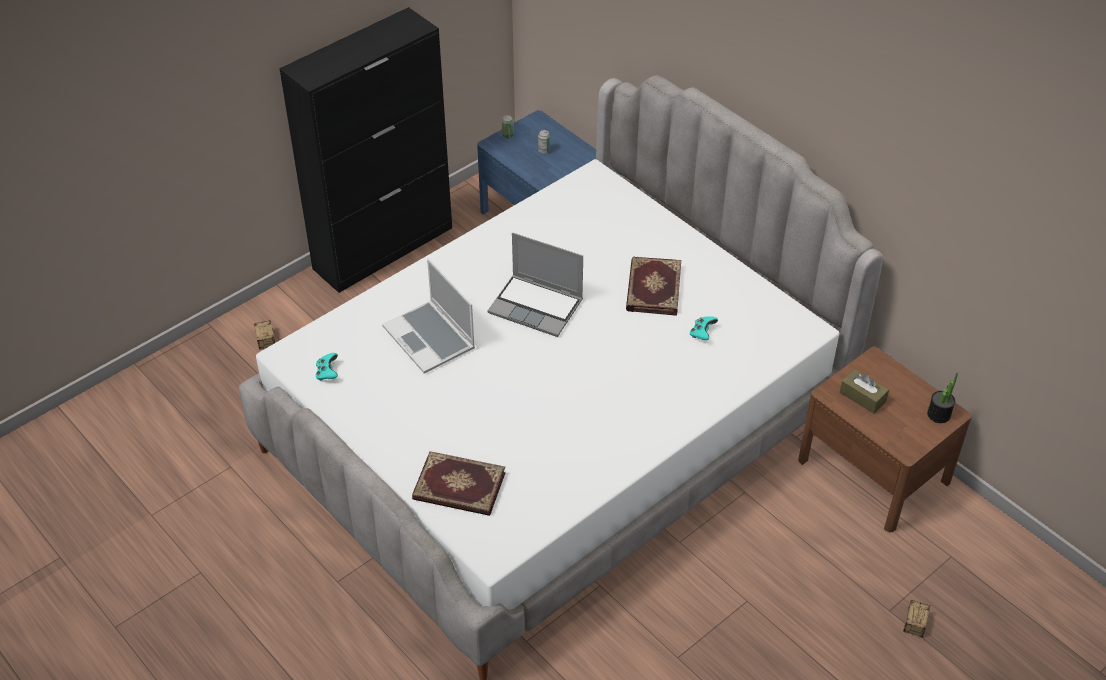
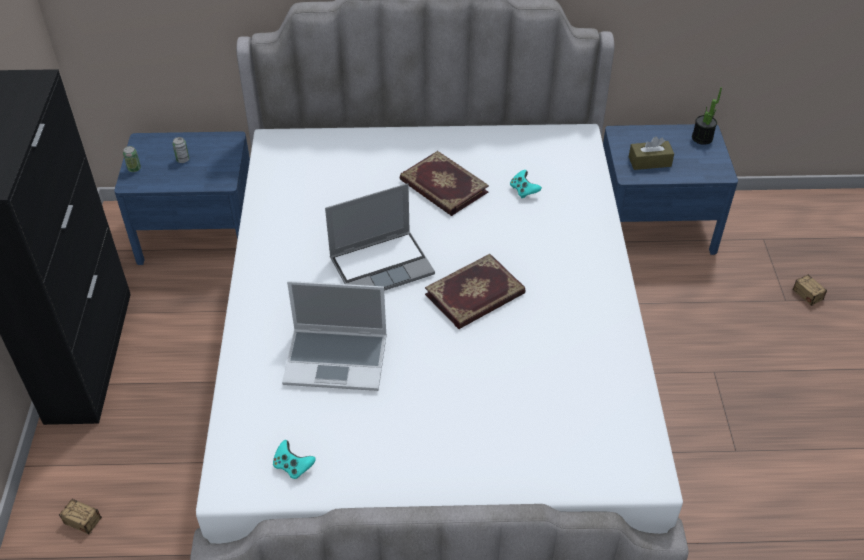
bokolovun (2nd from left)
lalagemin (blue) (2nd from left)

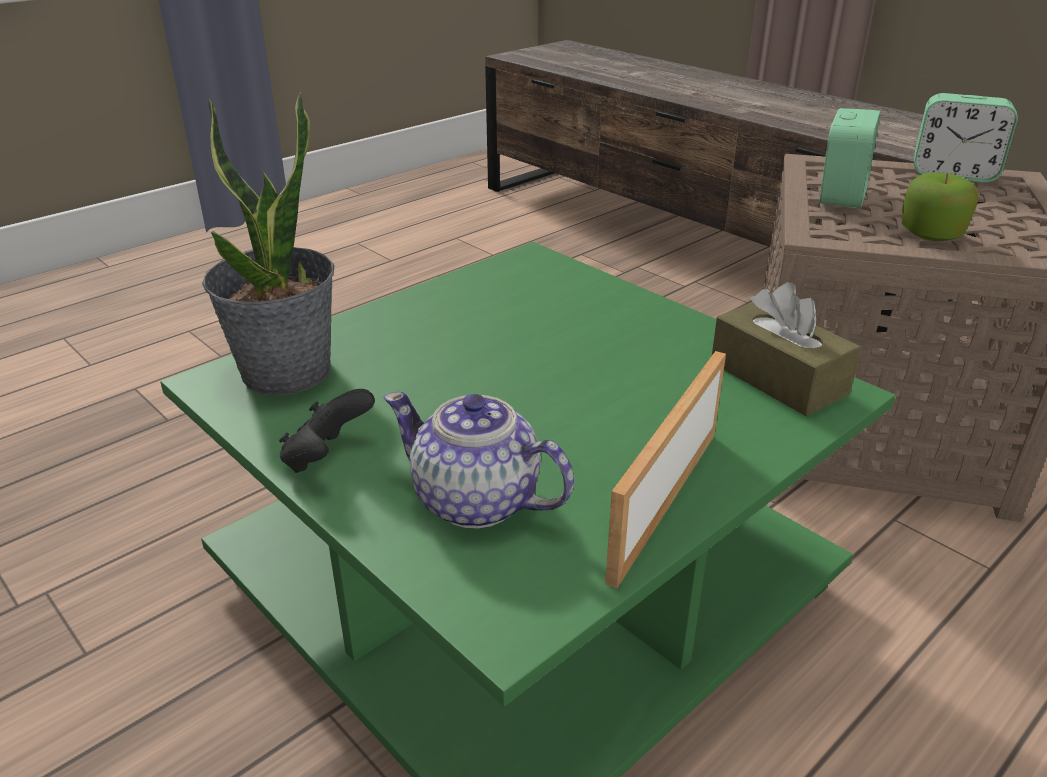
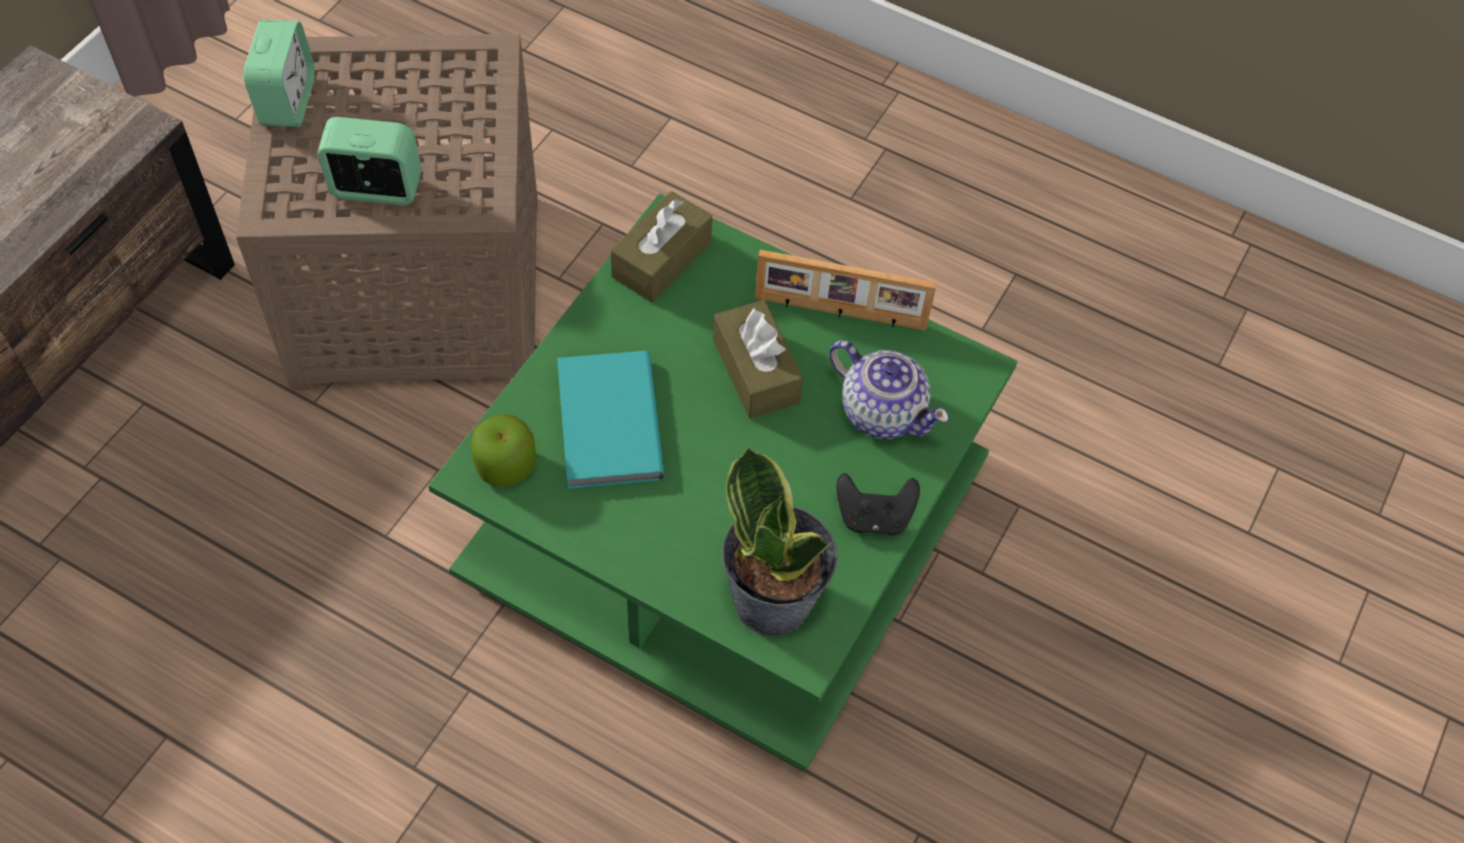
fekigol
bokolovun (turquoise)
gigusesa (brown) (2nd from left)
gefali

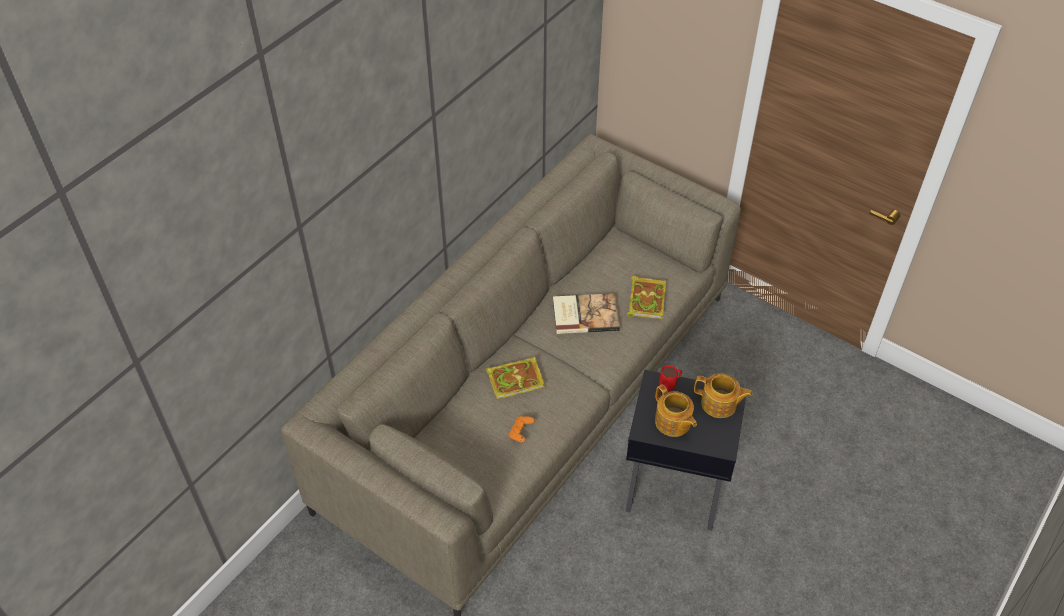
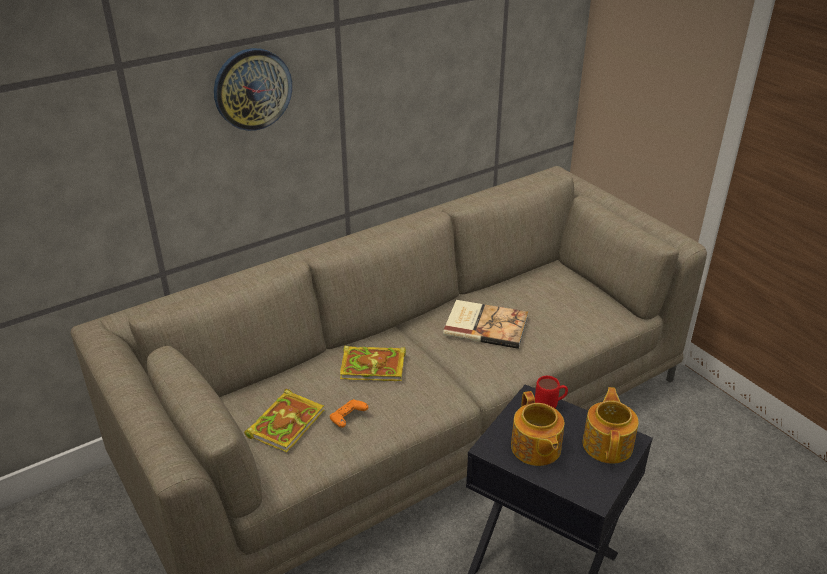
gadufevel
bokolovun (1st from left)
gefali (2nd from left)

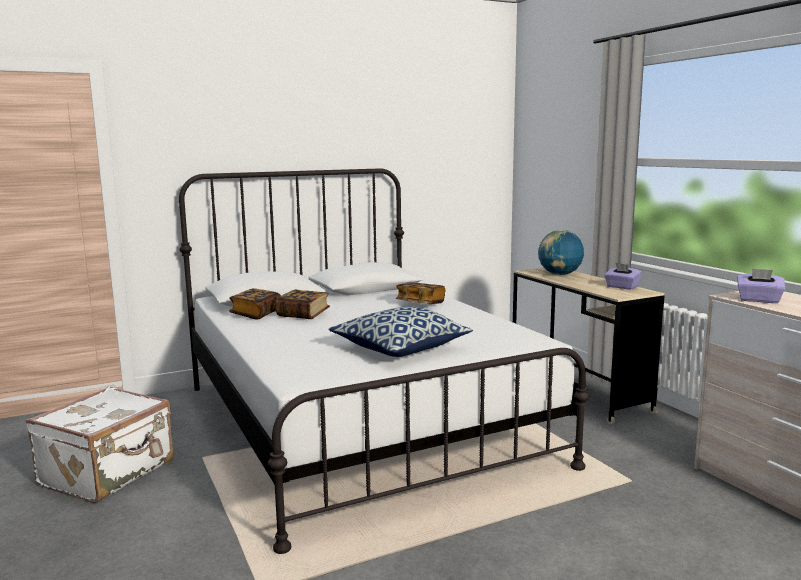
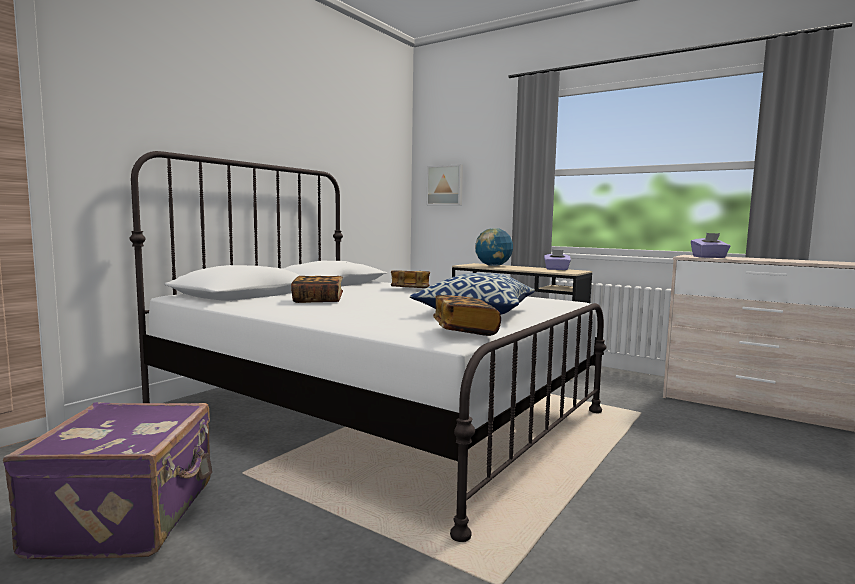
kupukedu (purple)
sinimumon
bokolovun (3rd from left)

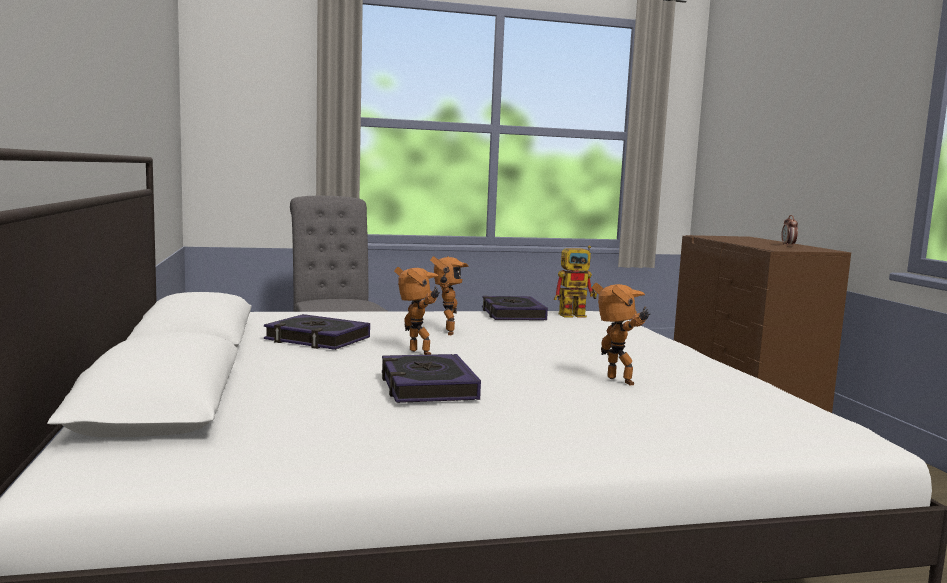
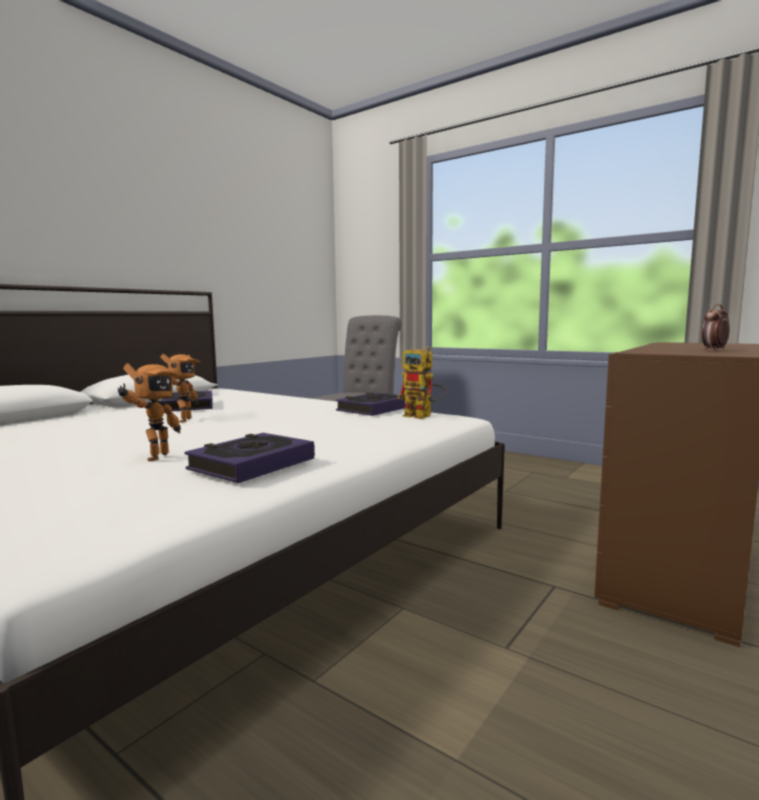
bokolovun (2nd from left)
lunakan (2nd from left in the first image)

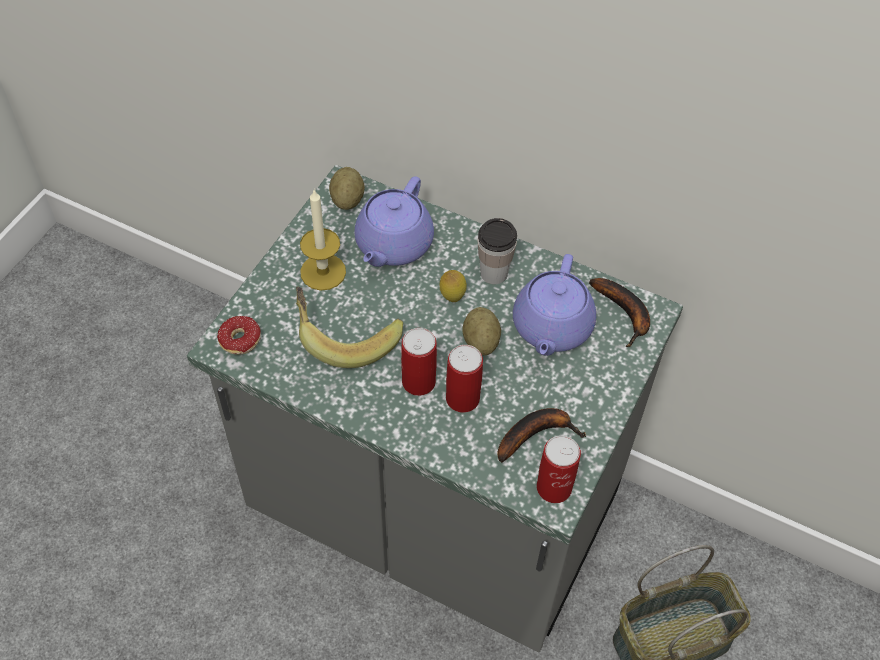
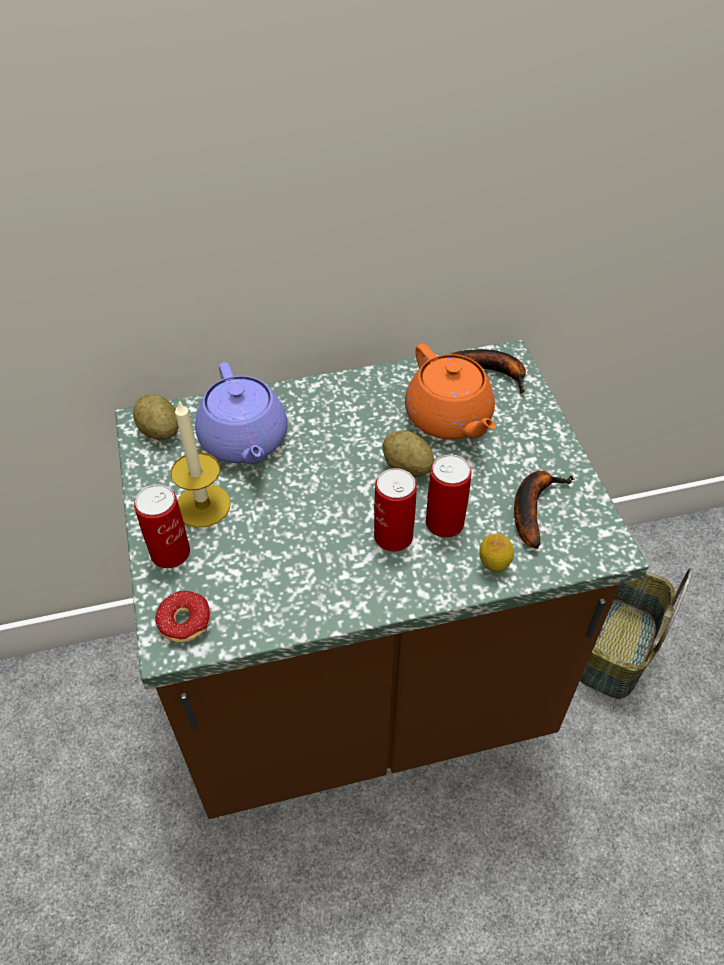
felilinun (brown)
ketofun (1st from left)
gefali (orange)
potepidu
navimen (1st from left in the first image)
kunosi

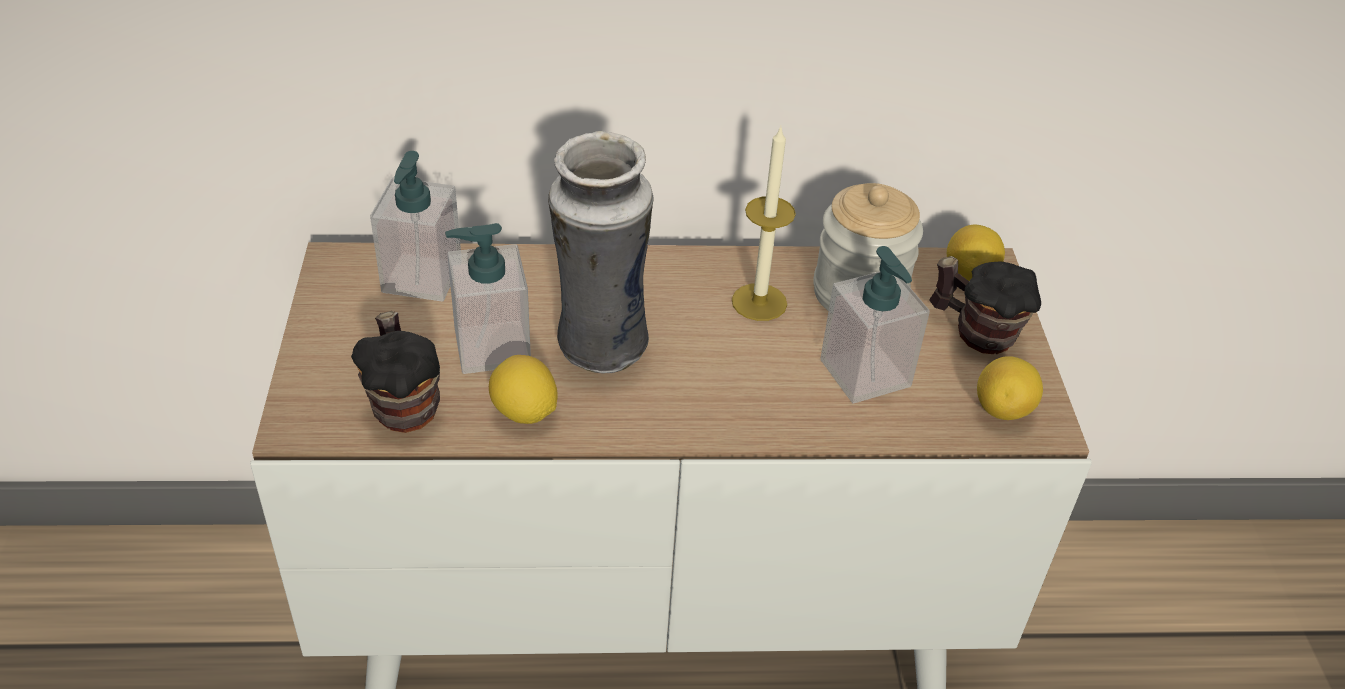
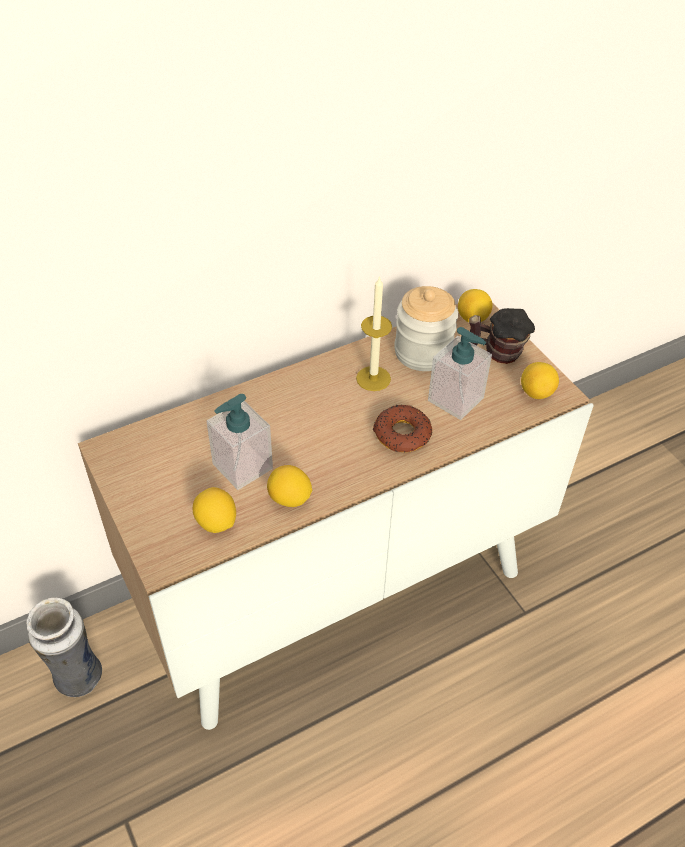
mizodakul
potepidu (1st from left)
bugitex
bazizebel (1st from left in the first image)

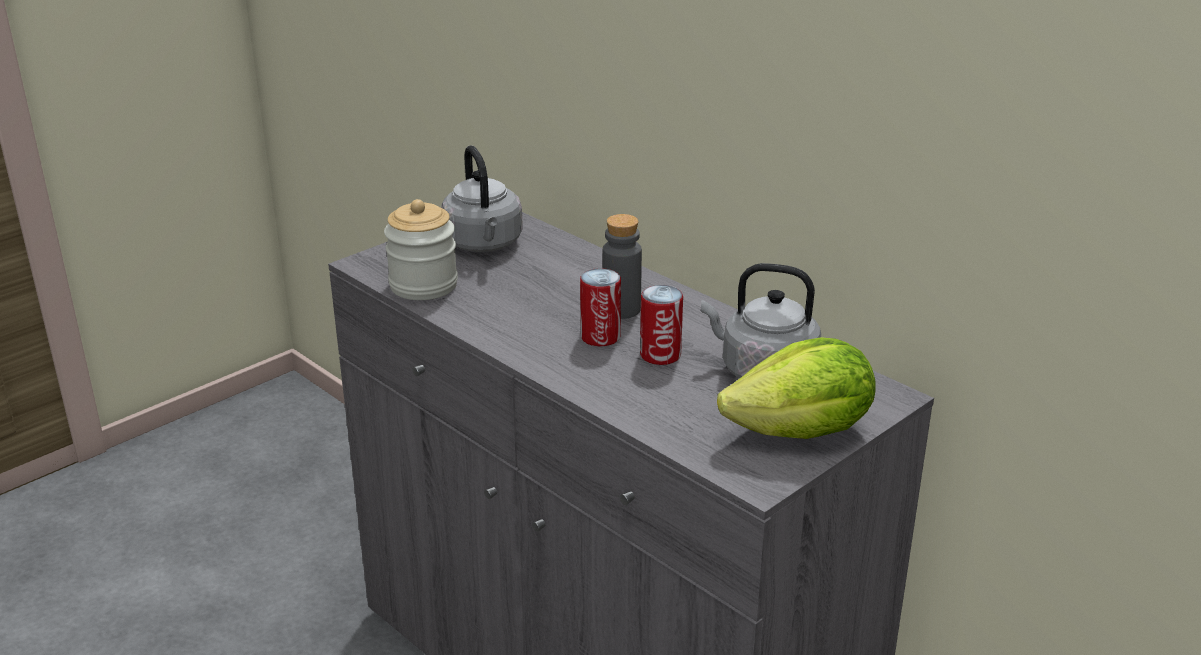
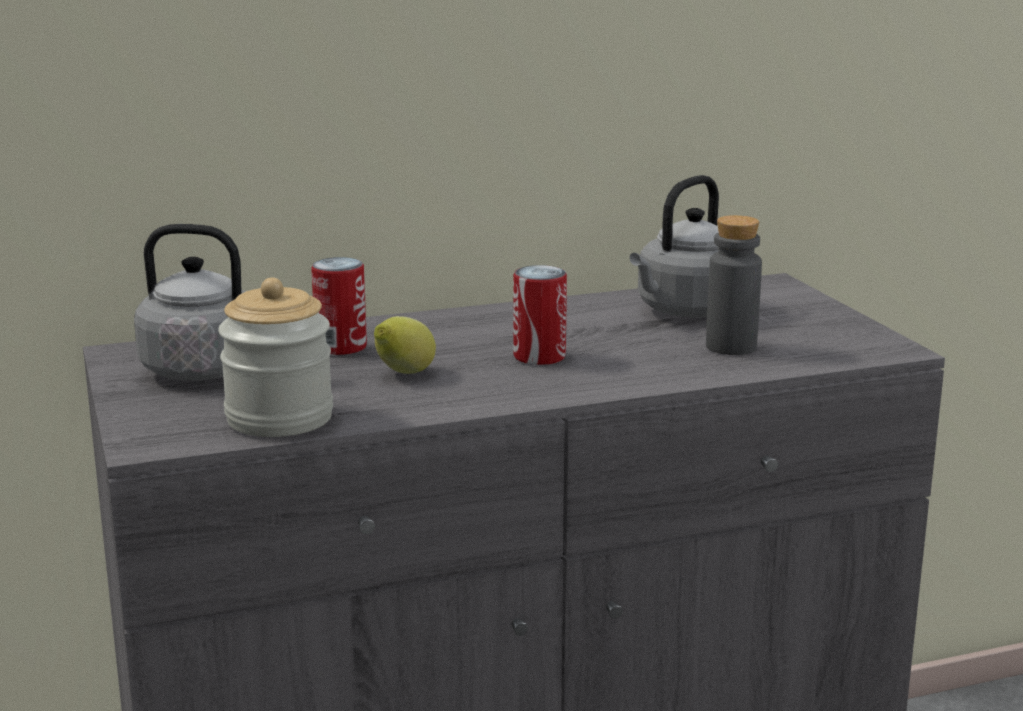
ketofun (1st from left)
potepidu
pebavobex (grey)
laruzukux

